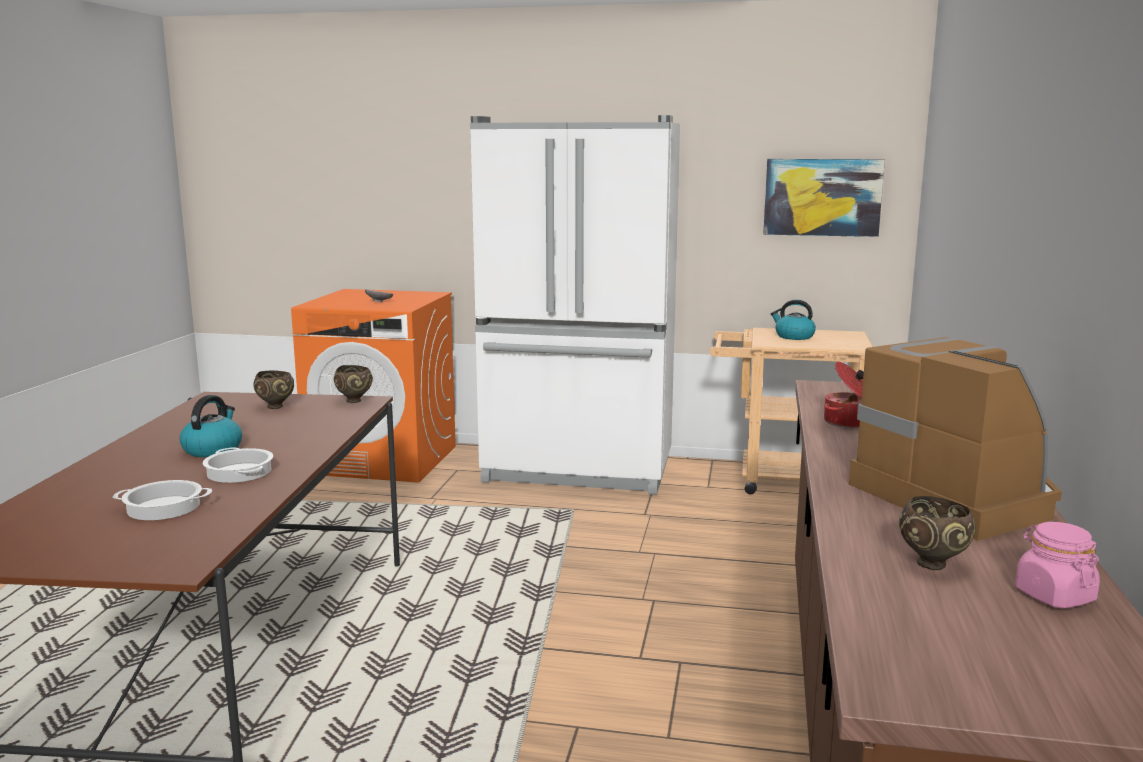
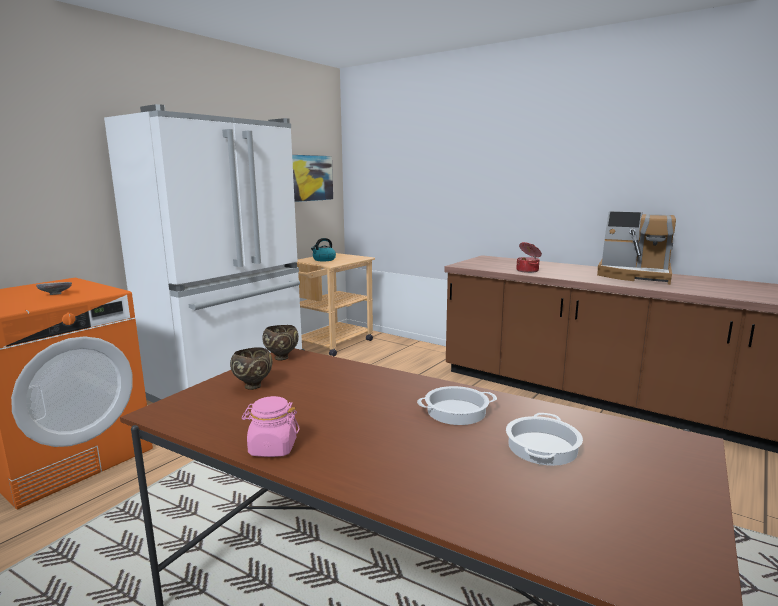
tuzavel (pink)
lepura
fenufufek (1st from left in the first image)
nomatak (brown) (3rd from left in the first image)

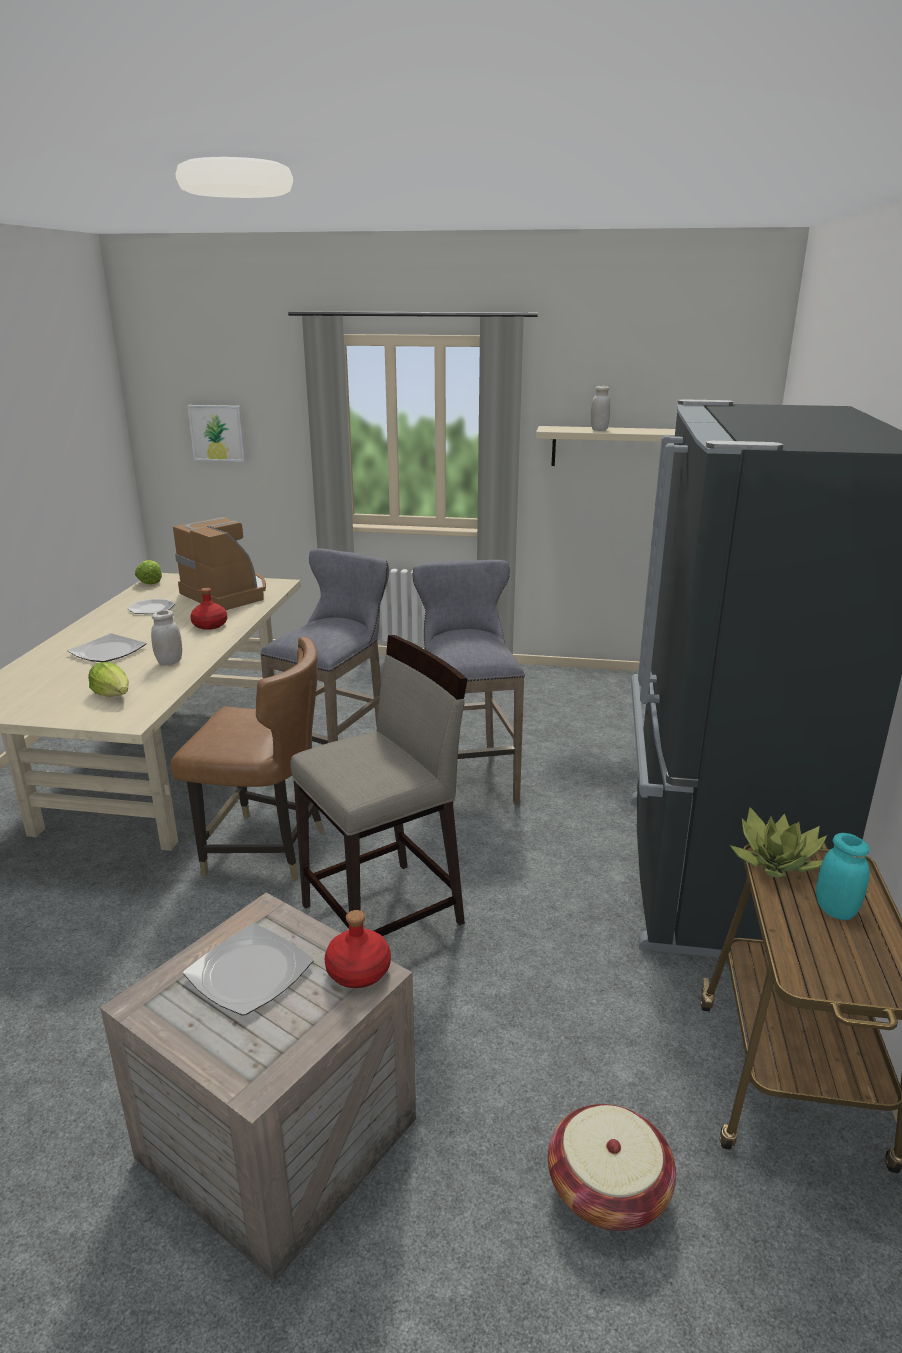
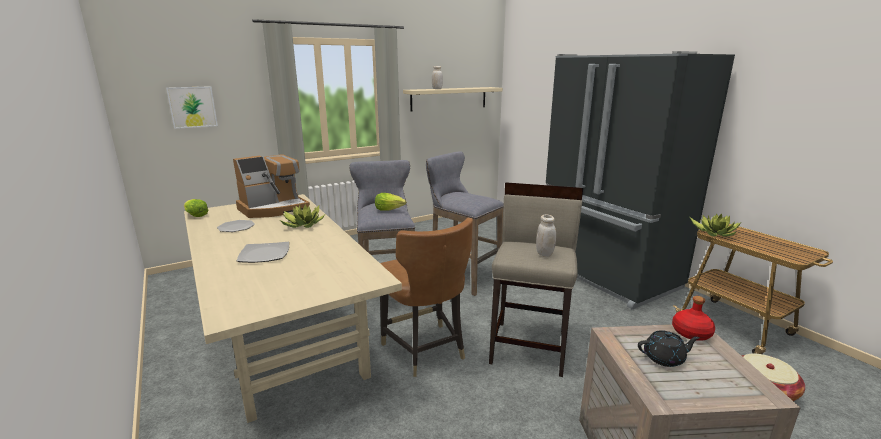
lepura
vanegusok (1st from left)
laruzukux (2nd from left)
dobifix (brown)
tuzavel (white) (2nd from left)
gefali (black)
tuzavel (turquoise)

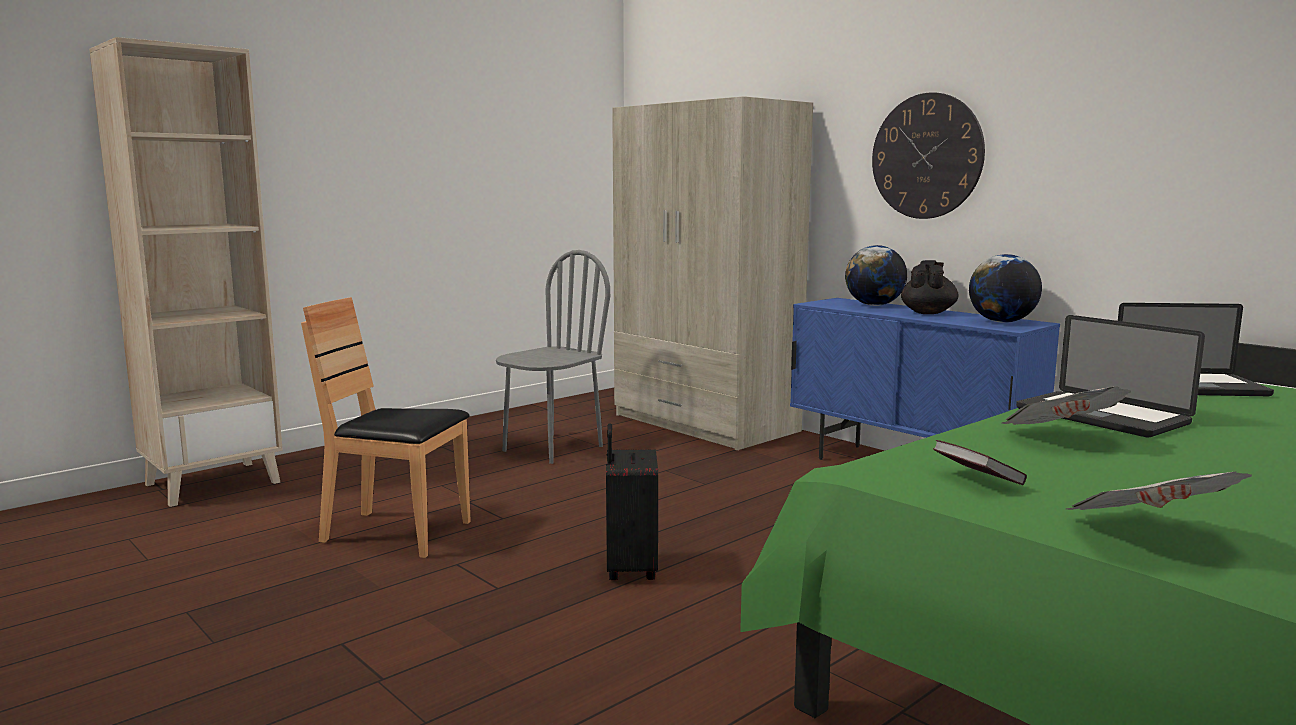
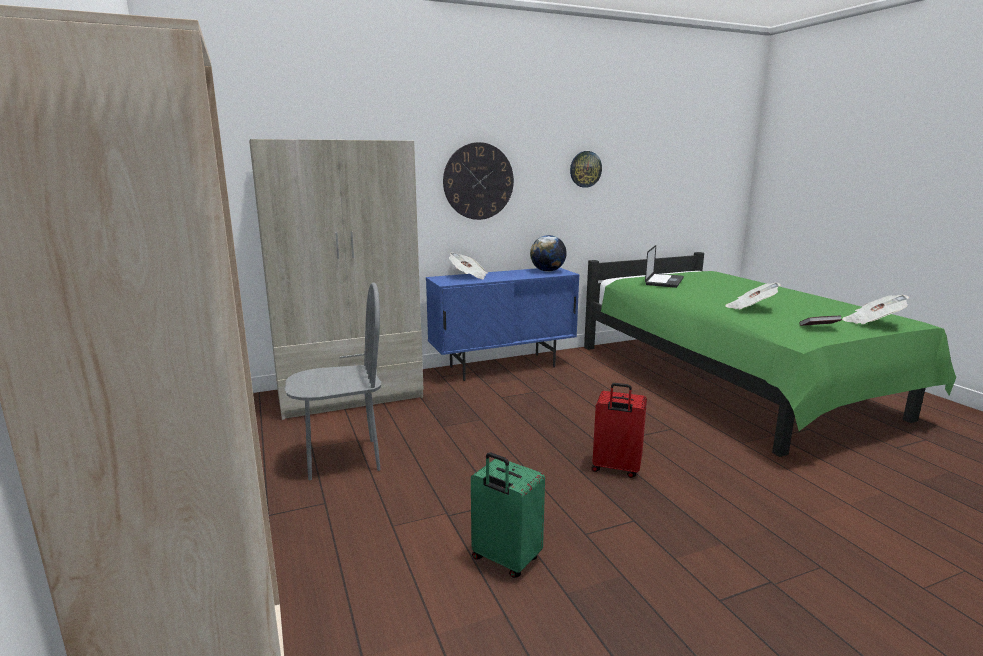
dobifix (grey)
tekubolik (1st from left)
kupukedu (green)
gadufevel (2nd from left)
kupukedu (red)
gefali (black)
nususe (1st from left in the first image)

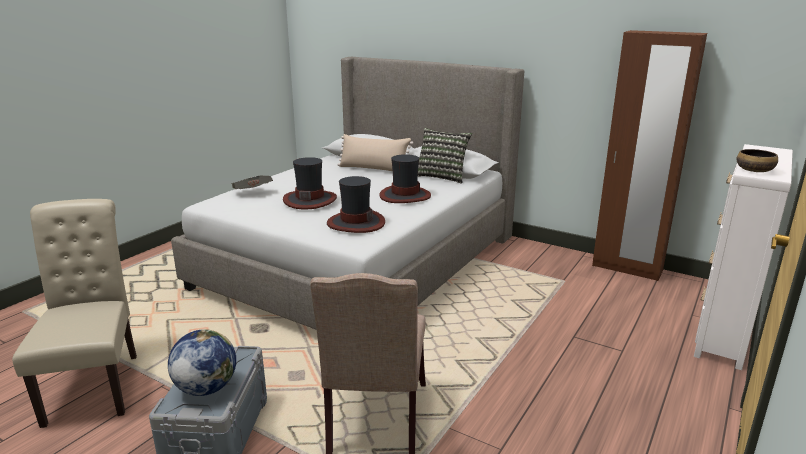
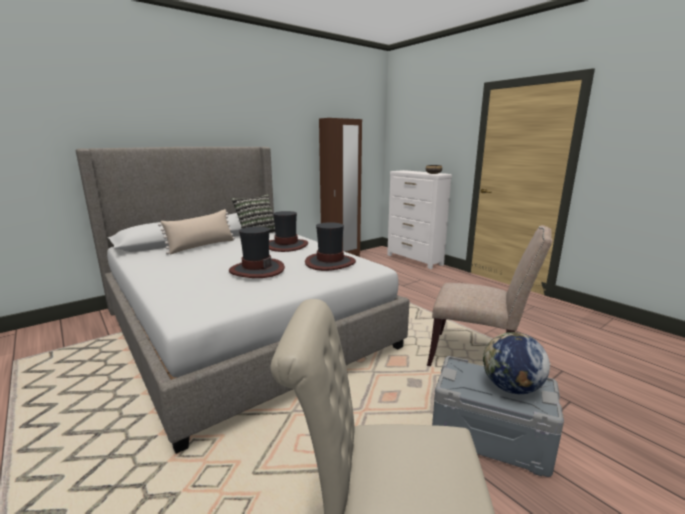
tekubolik

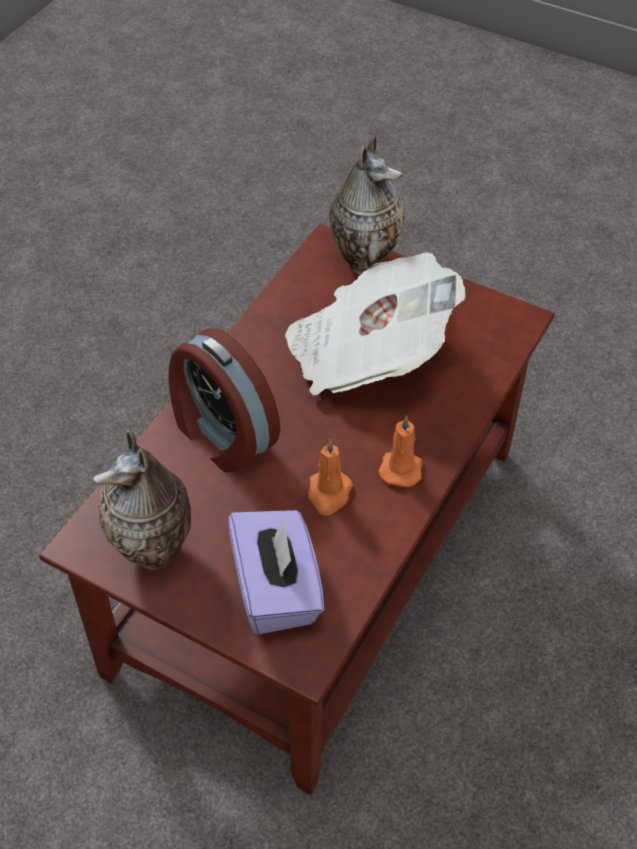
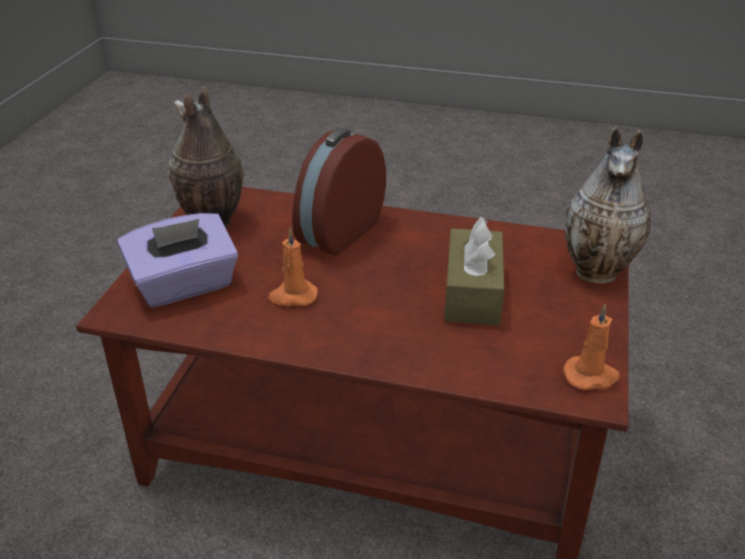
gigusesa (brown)
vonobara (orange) (2nd from left)

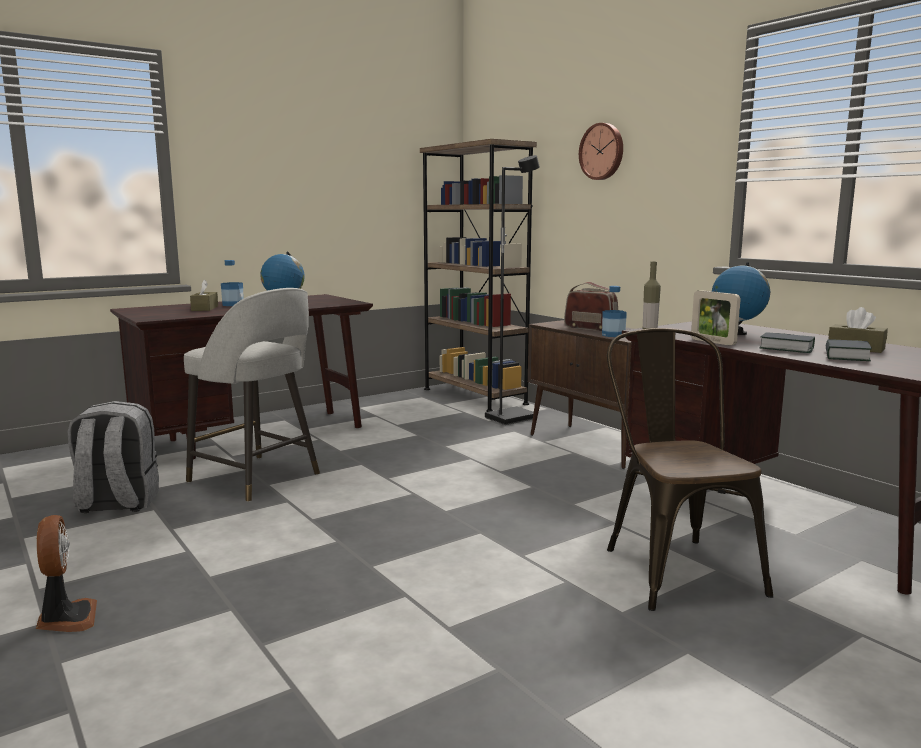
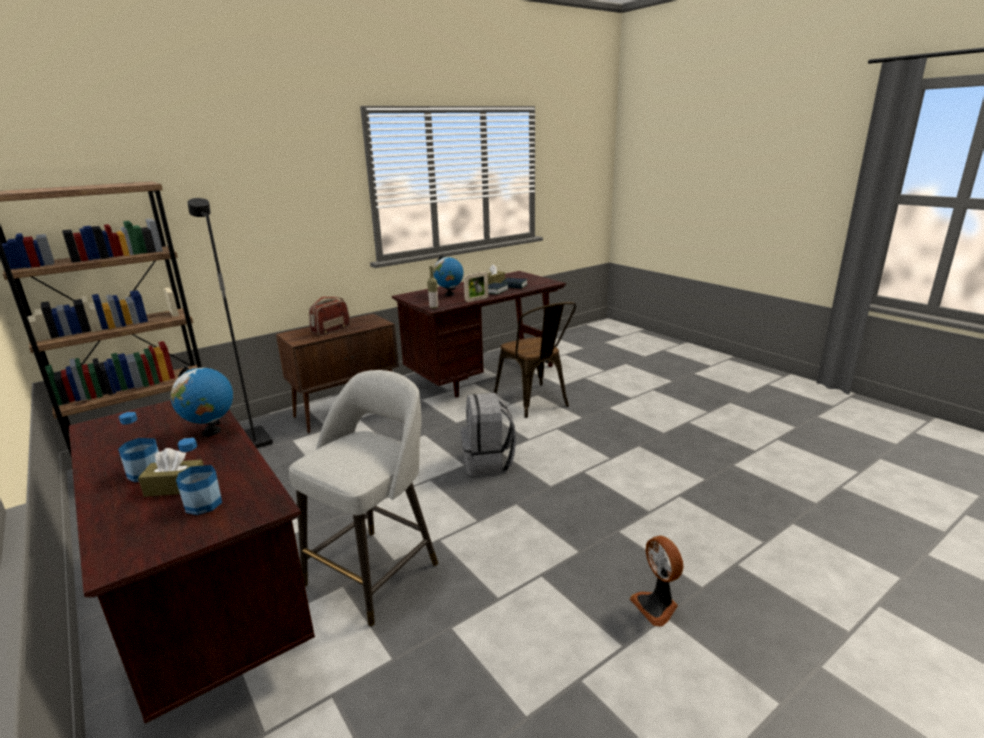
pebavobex (2nd from left)
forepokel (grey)
dobifix (brown)
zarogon
gadufevel

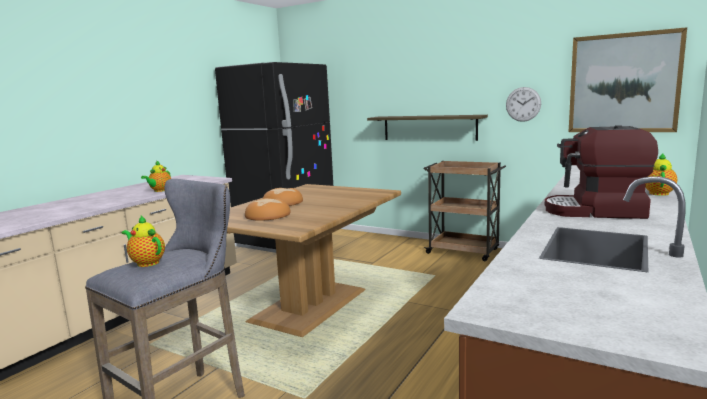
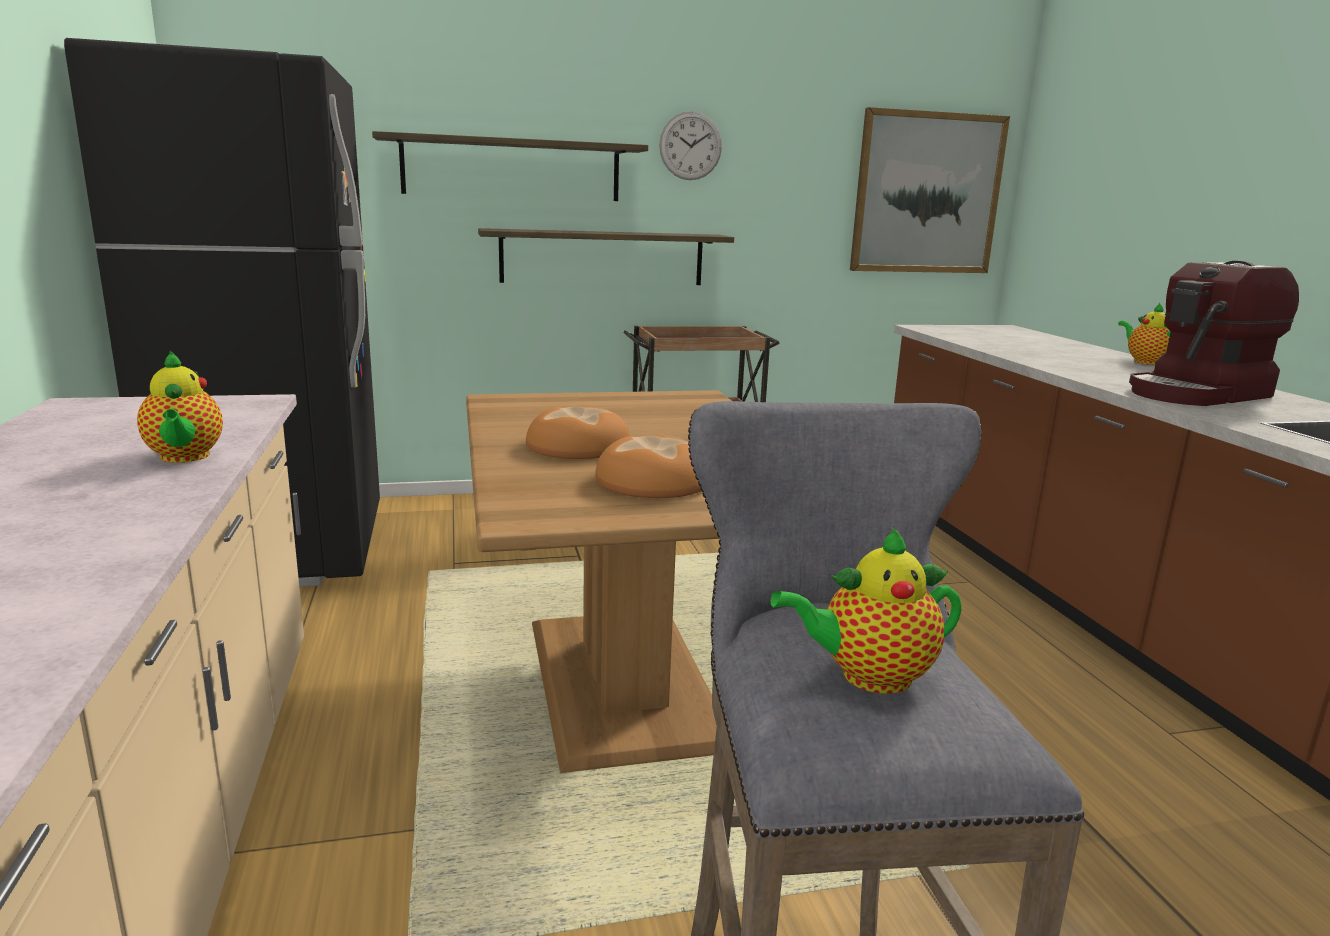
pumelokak (1st from left)
gadufevel

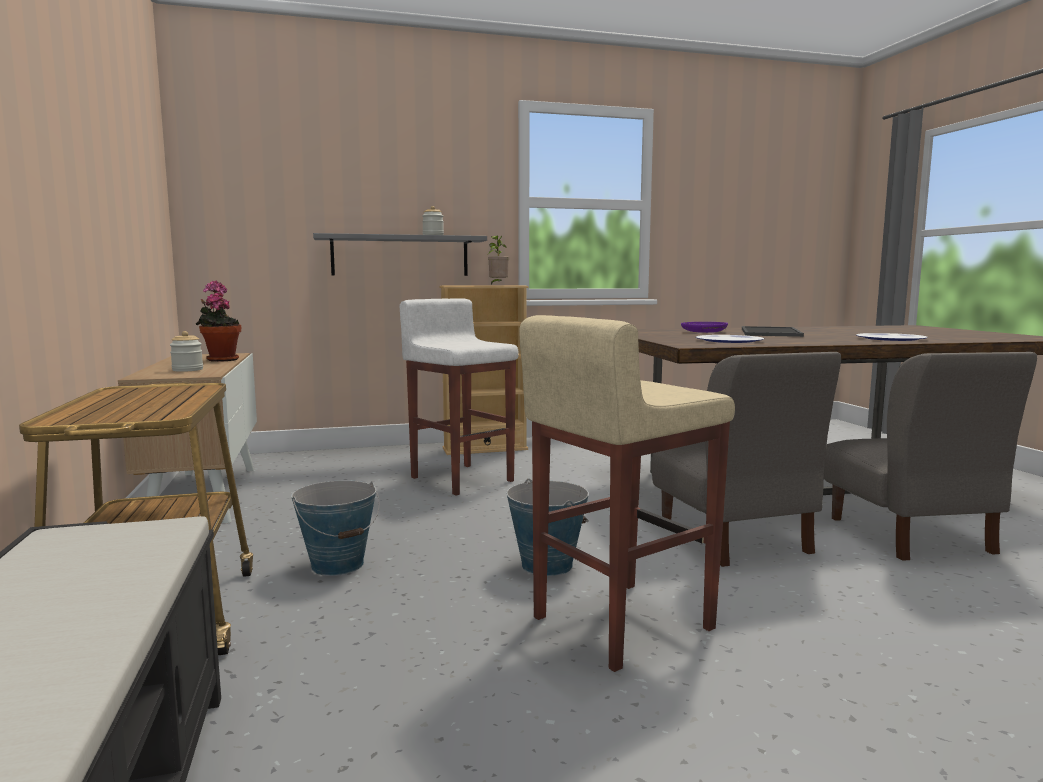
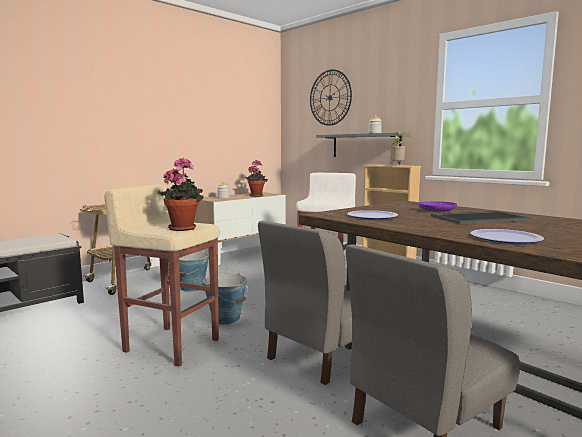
vanegusok (1st from left)
gadufevel

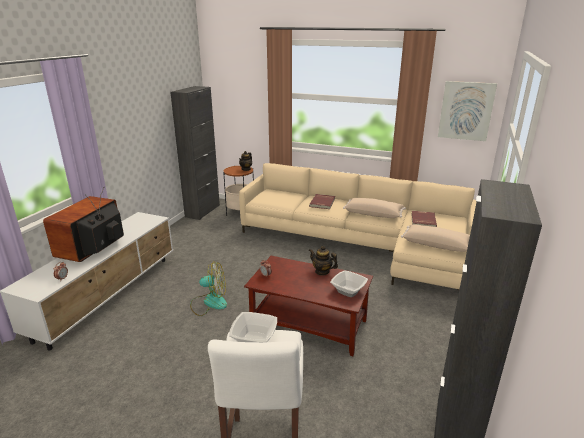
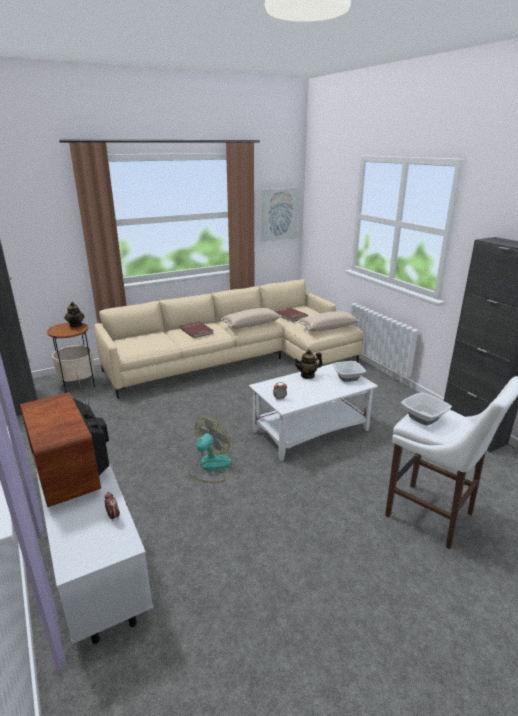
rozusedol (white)

